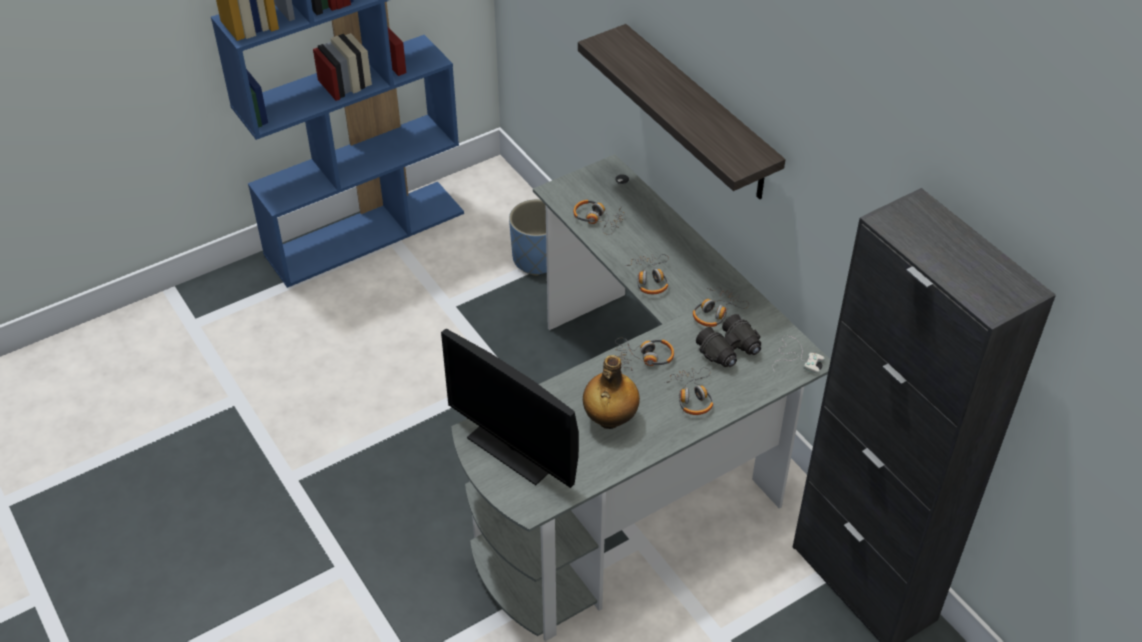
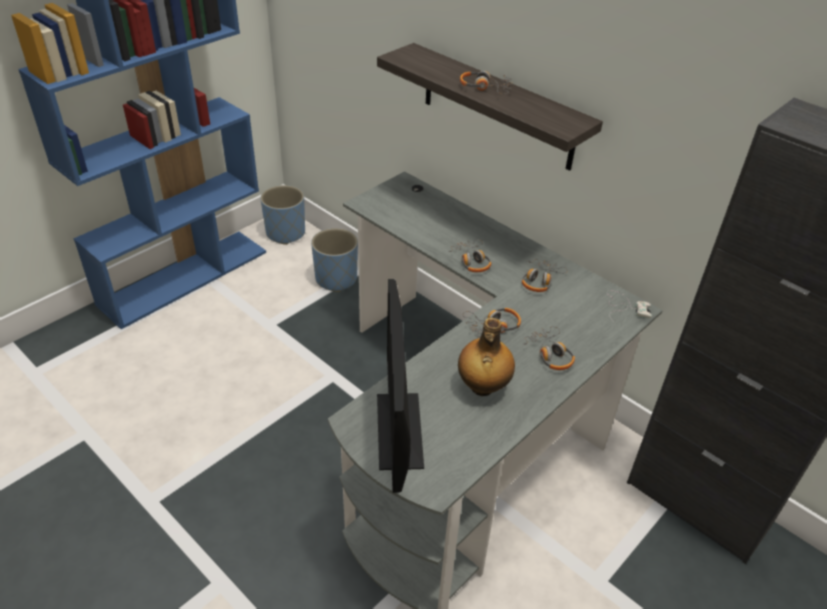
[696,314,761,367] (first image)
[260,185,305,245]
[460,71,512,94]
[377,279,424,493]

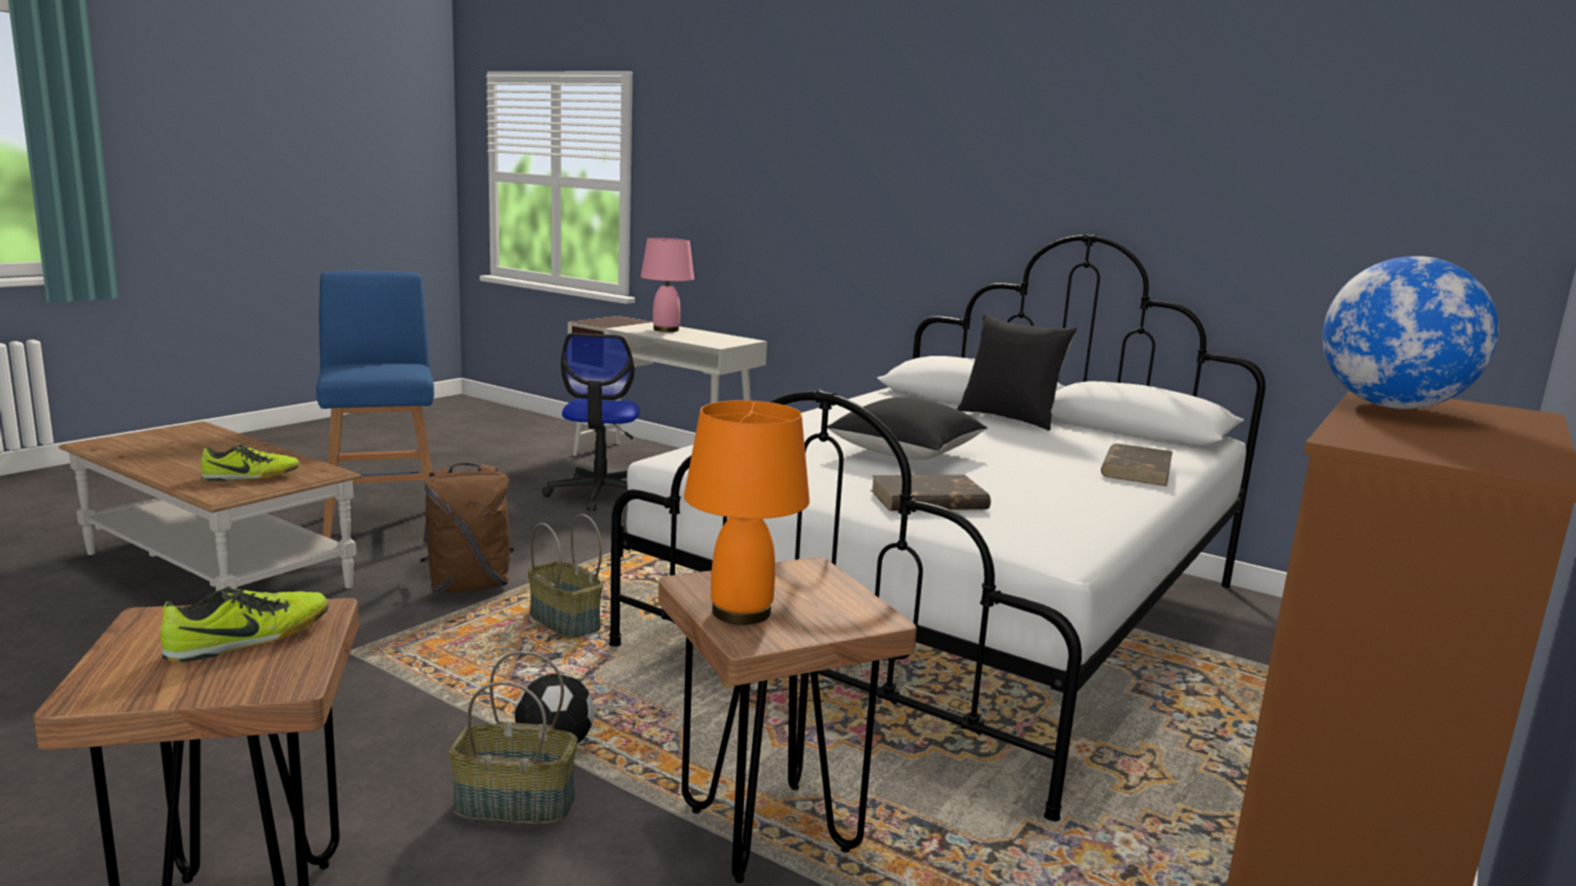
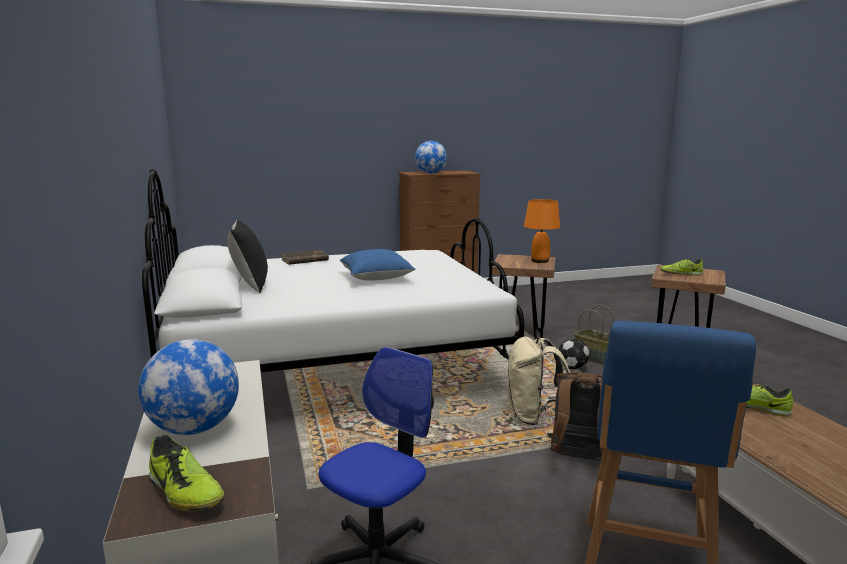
[871,475,991,511] (first image)
[149,434,224,511]
[507,336,571,425]
[138,339,239,435]
[340,249,415,281]

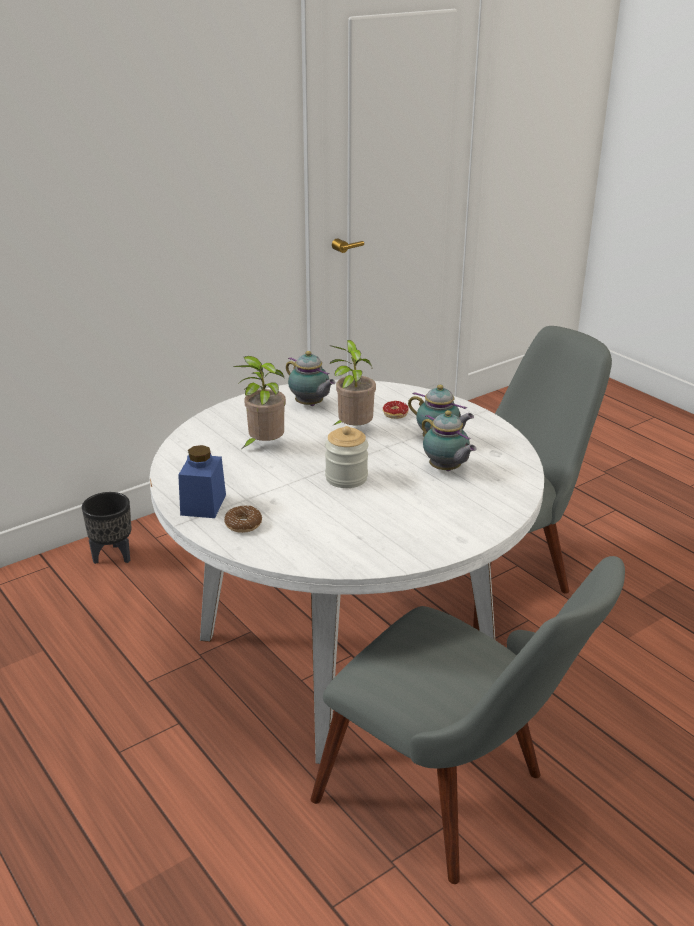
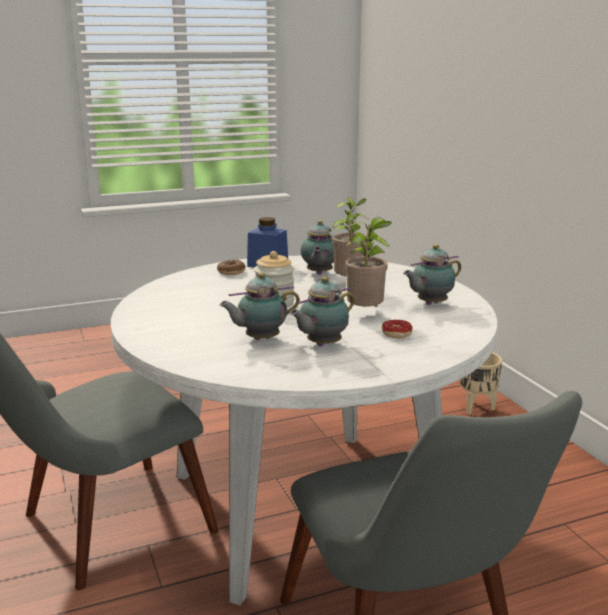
[301,220,334,275]
[460,352,502,415]

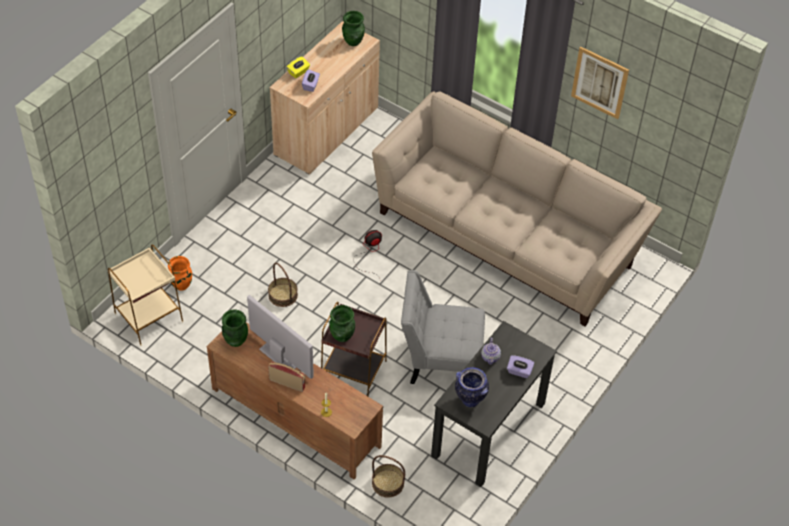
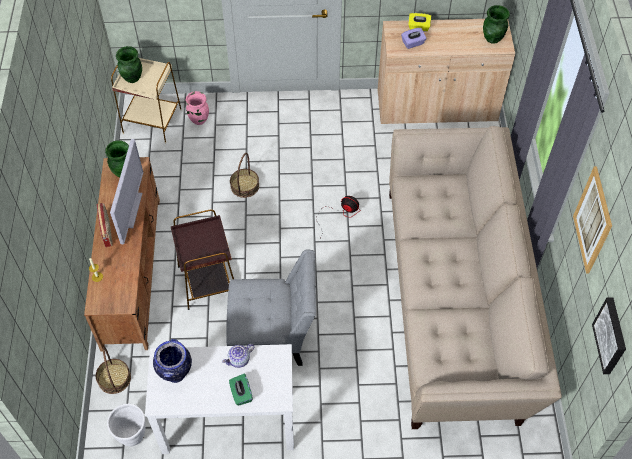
[107,404,146,446]
[592,297,626,374]
[116,46,142,83]
[185,91,209,125]
[145,344,294,454]
[229,374,253,406]
[226,249,316,366]

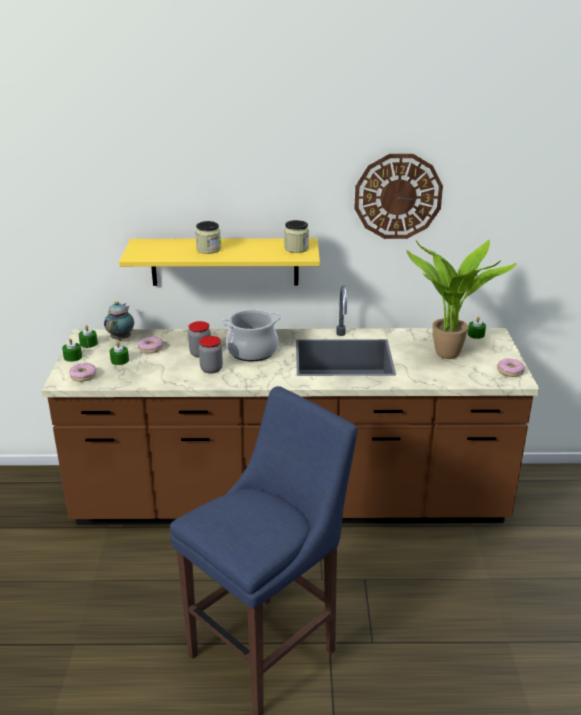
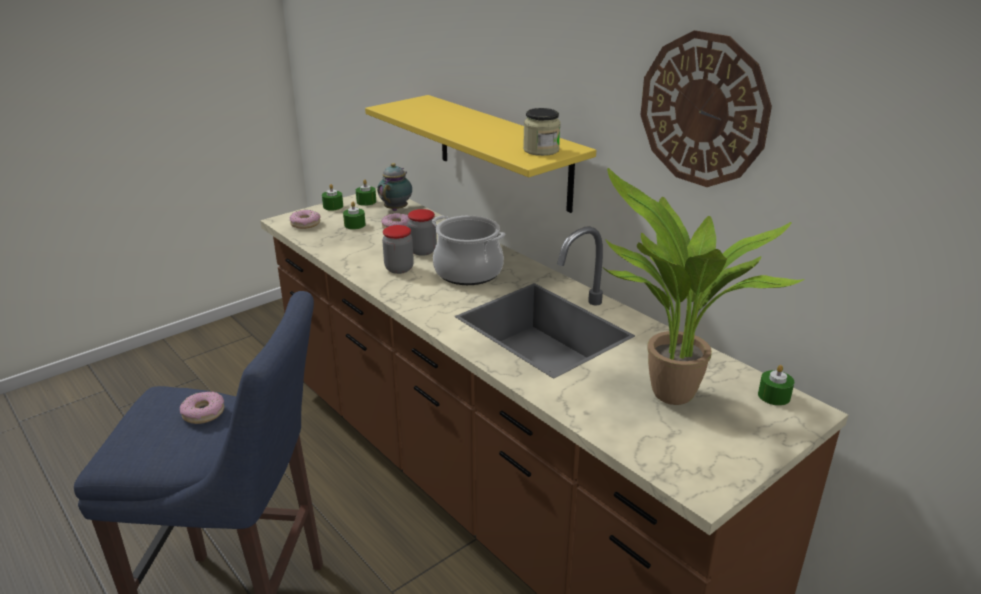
[195,221,221,254] (first image)
[180,392,224,424]
[377,163,412,211]

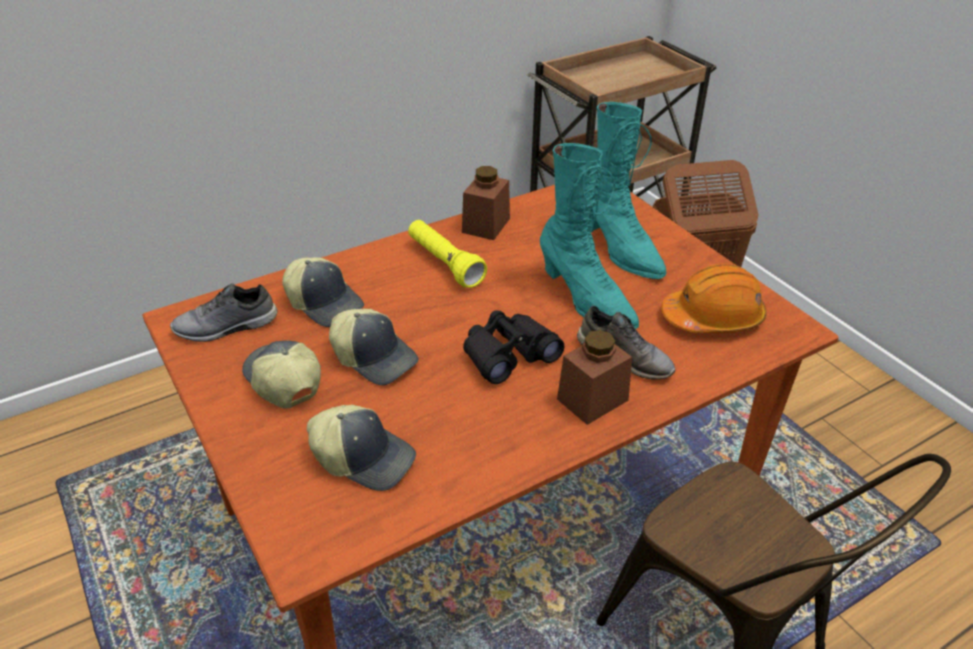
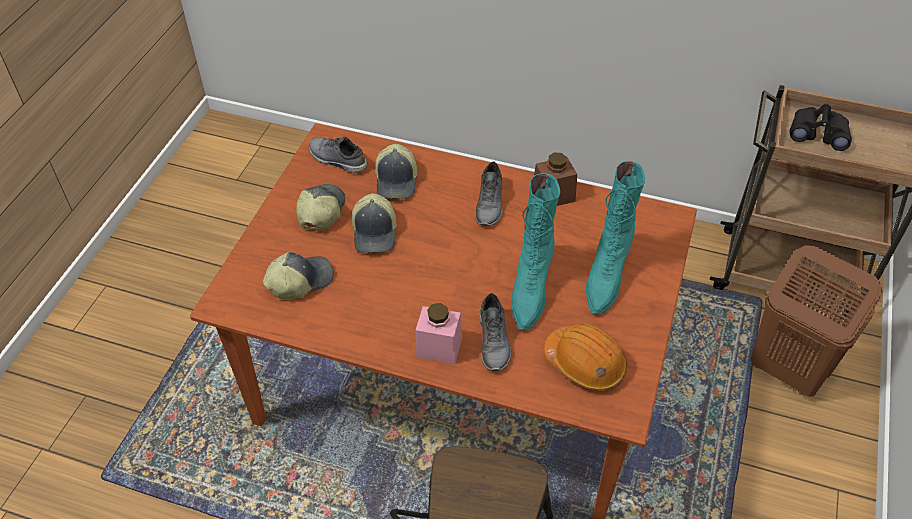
[789,104,852,151]
[475,161,503,226]
[415,303,462,364]
[263,252,334,299]

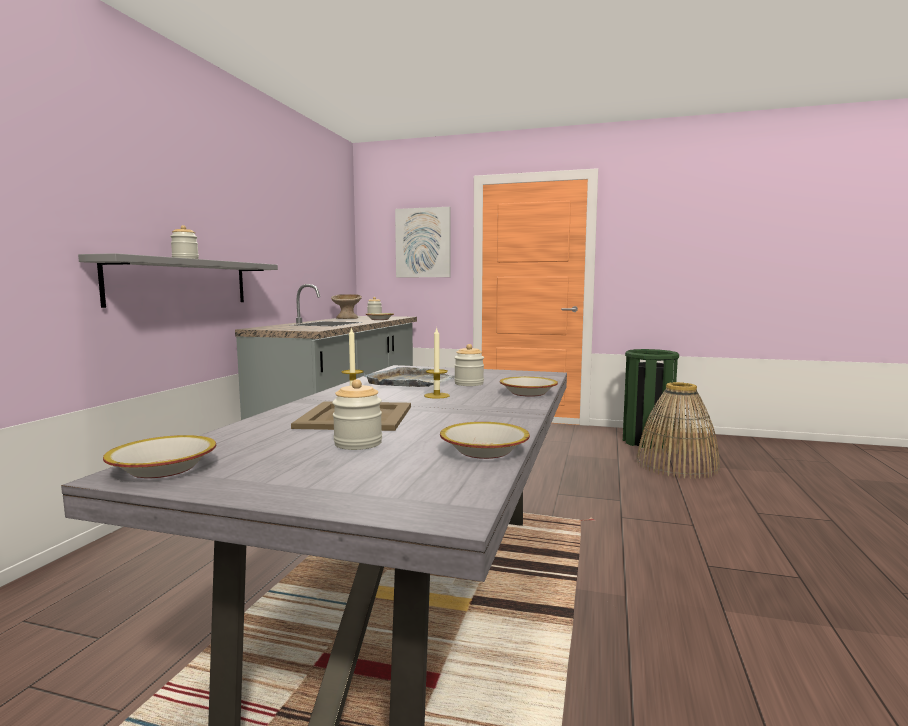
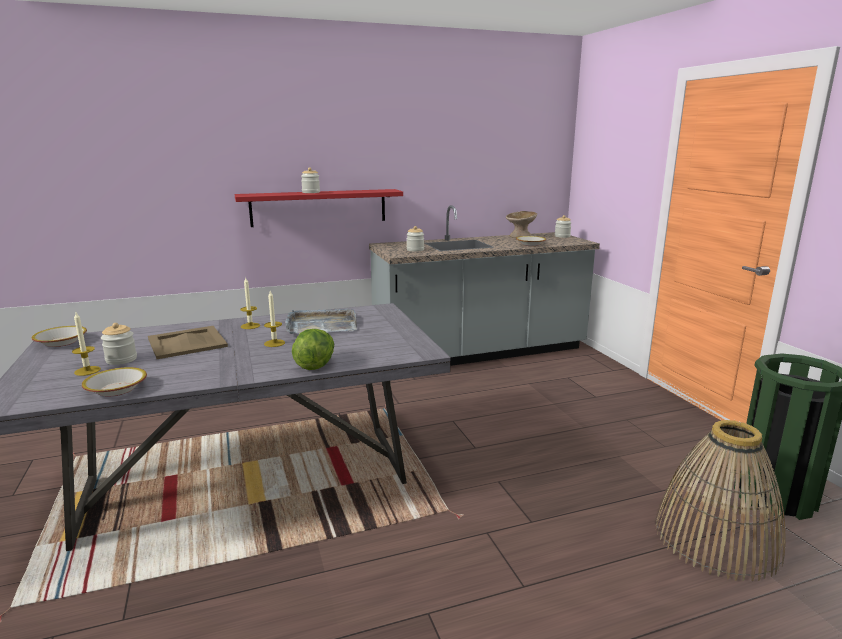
[395,207,451,277] (first image)
[72,312,101,376]
[407,226,424,252]
[292,329,334,370]
[234,189,403,227]

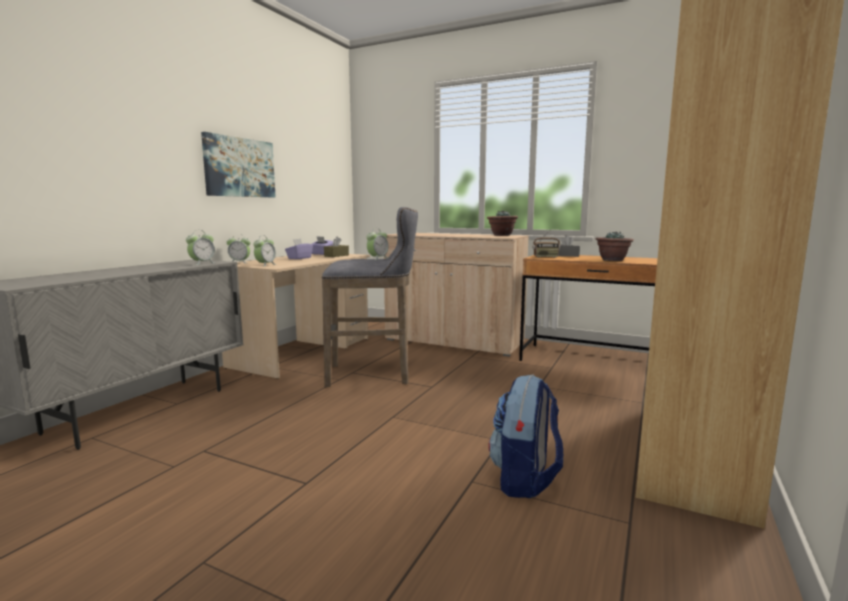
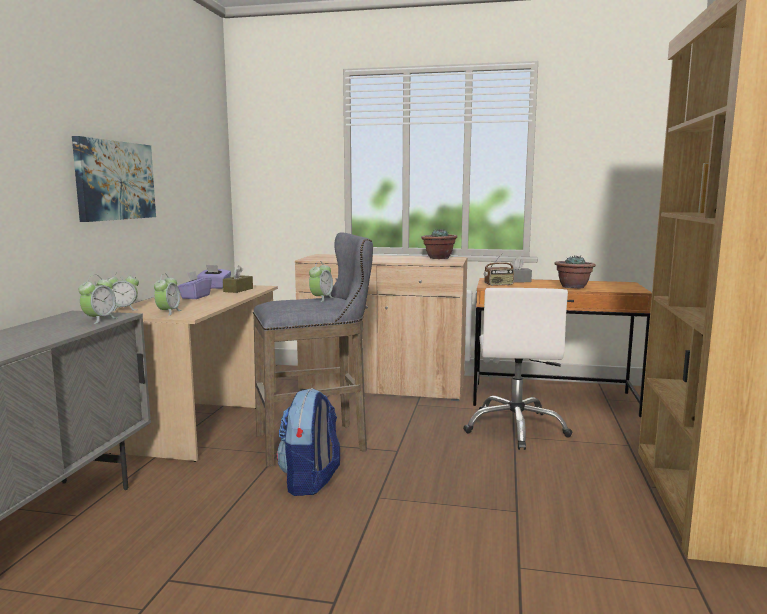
[463,288,572,450]
[277,388,340,496]

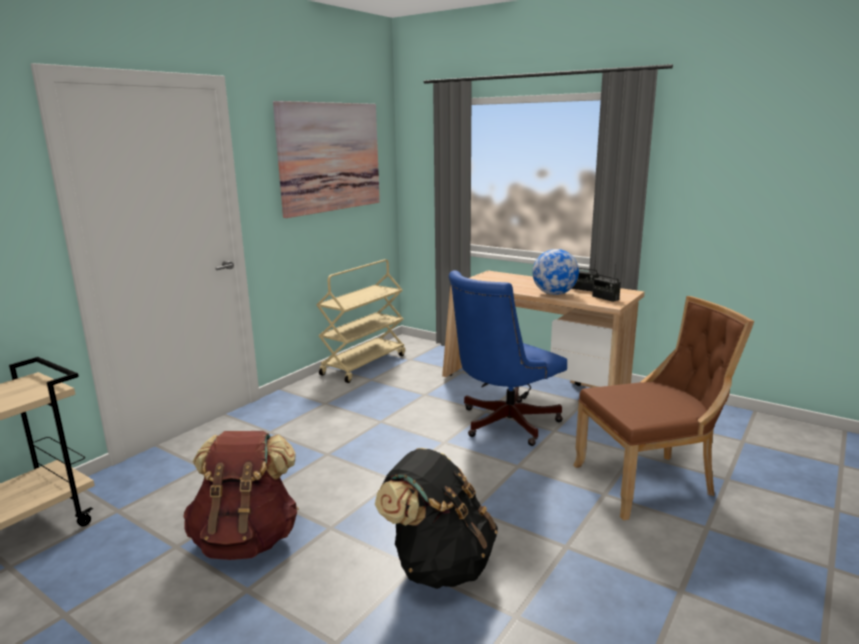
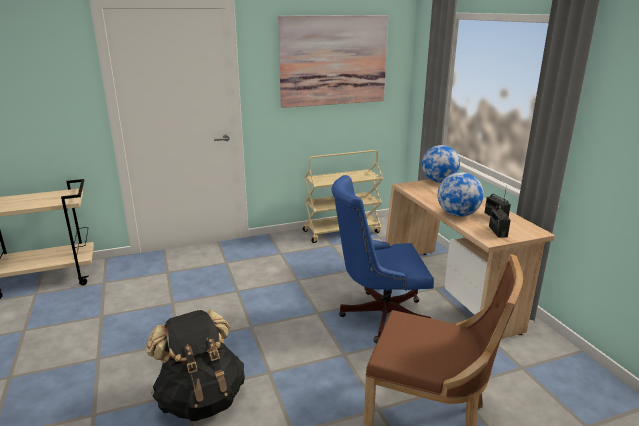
[183,431,299,560] (first image)
[422,145,460,183]

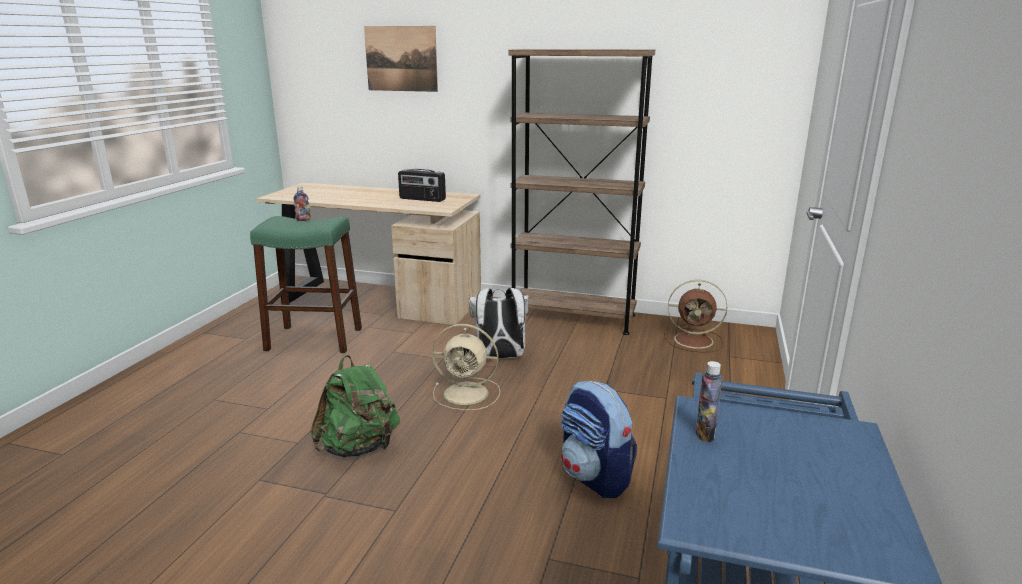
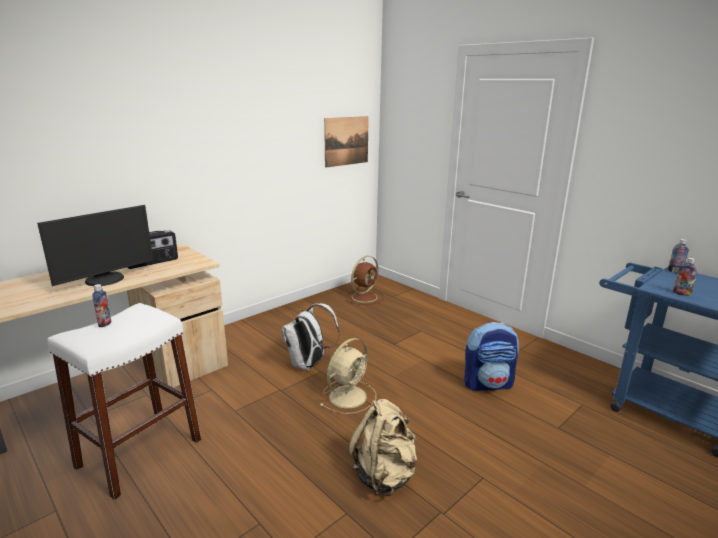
[509,49,655,335] (first image)
[37,205,153,286]
[668,239,689,273]
[324,116,369,168]
[47,303,201,500]
[348,399,417,496]

